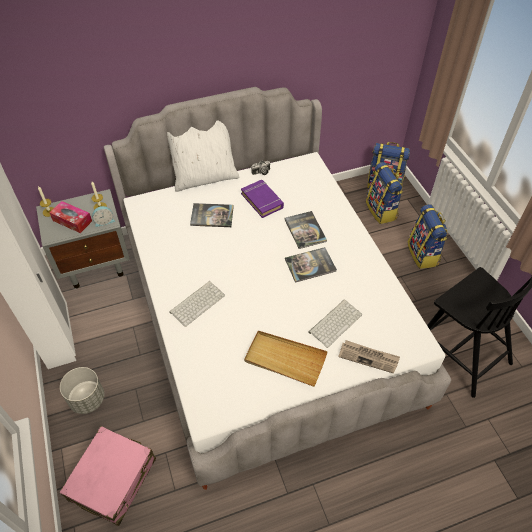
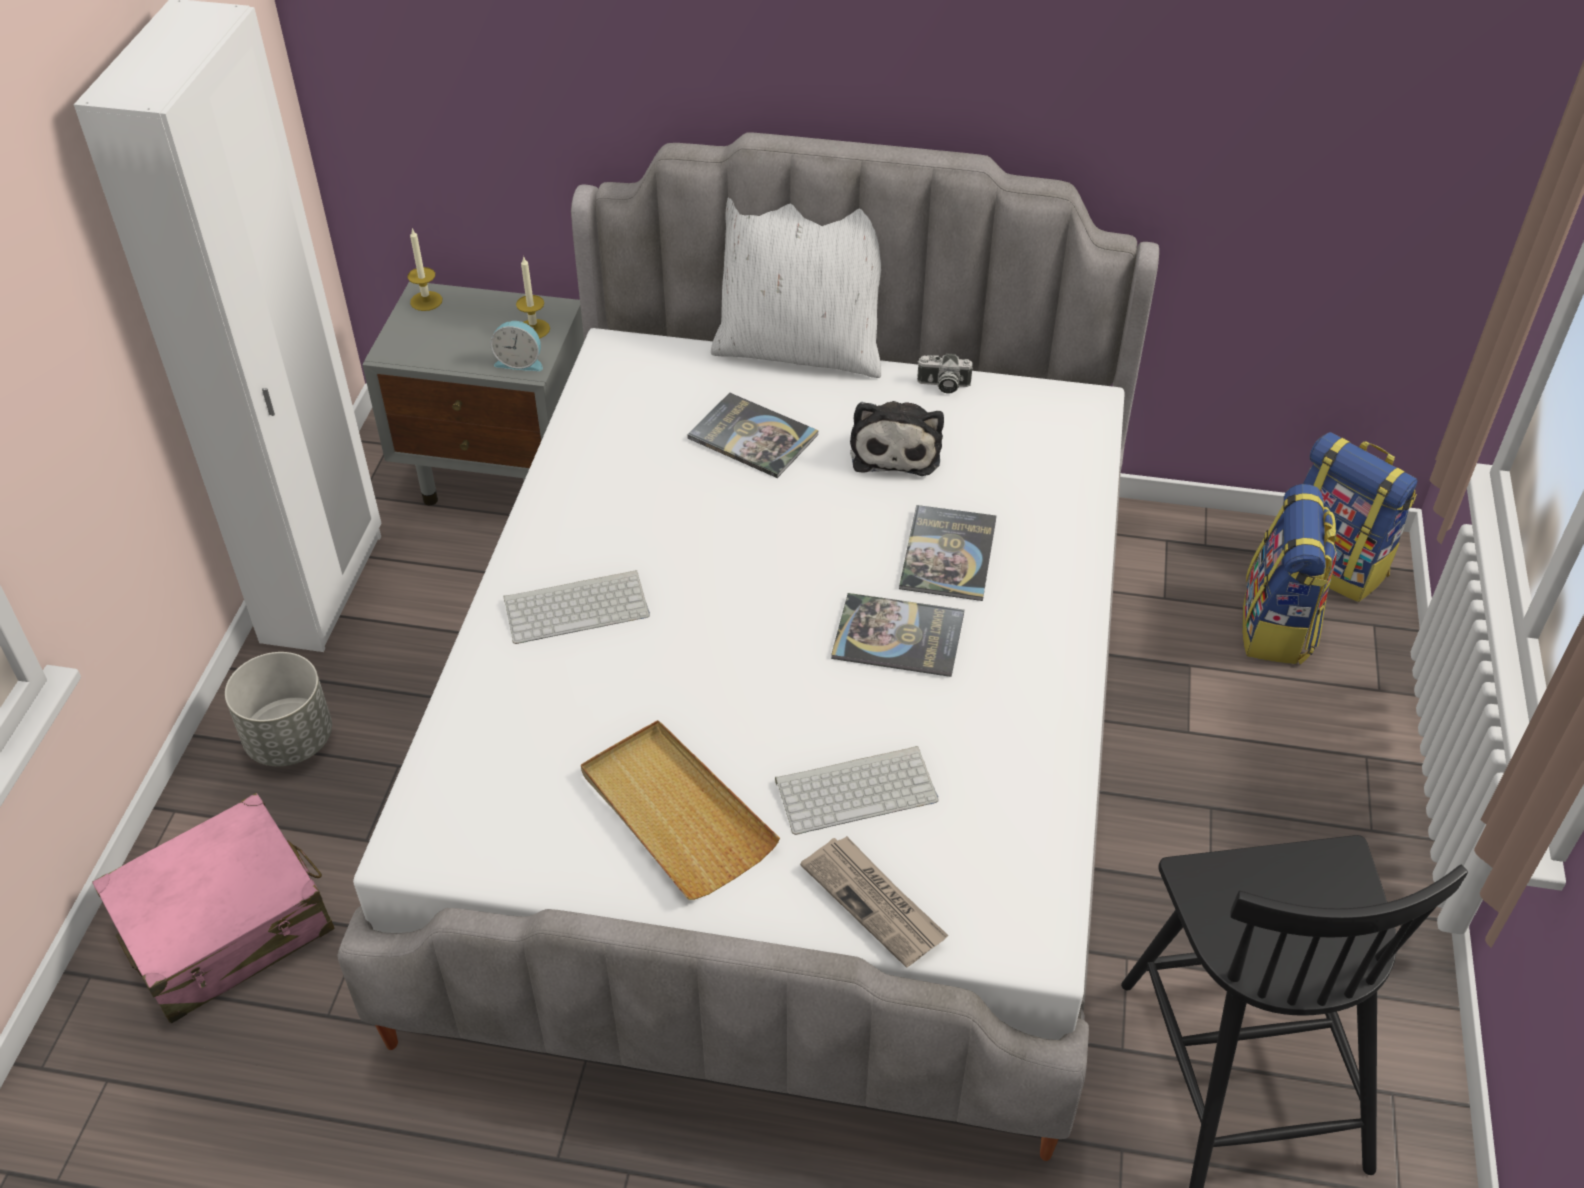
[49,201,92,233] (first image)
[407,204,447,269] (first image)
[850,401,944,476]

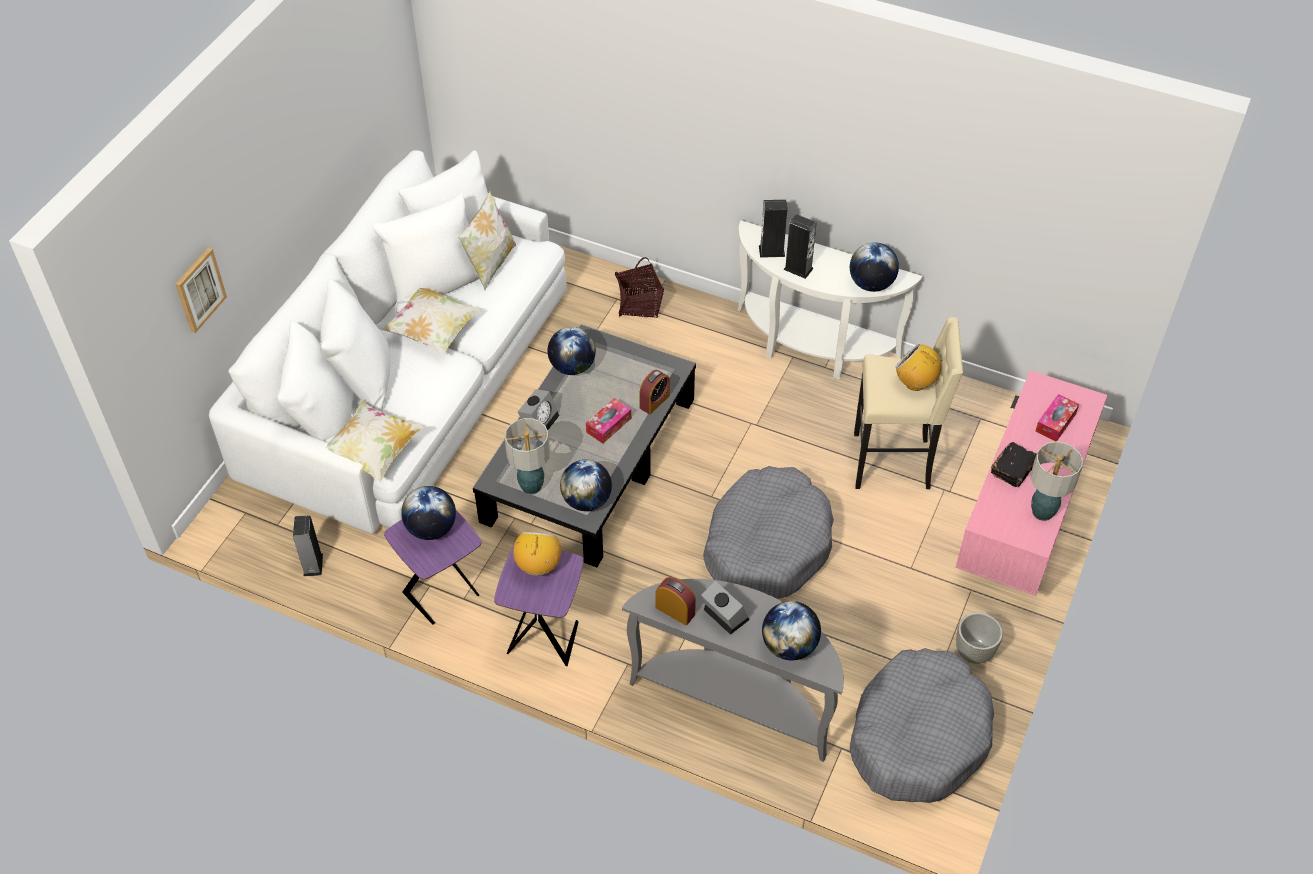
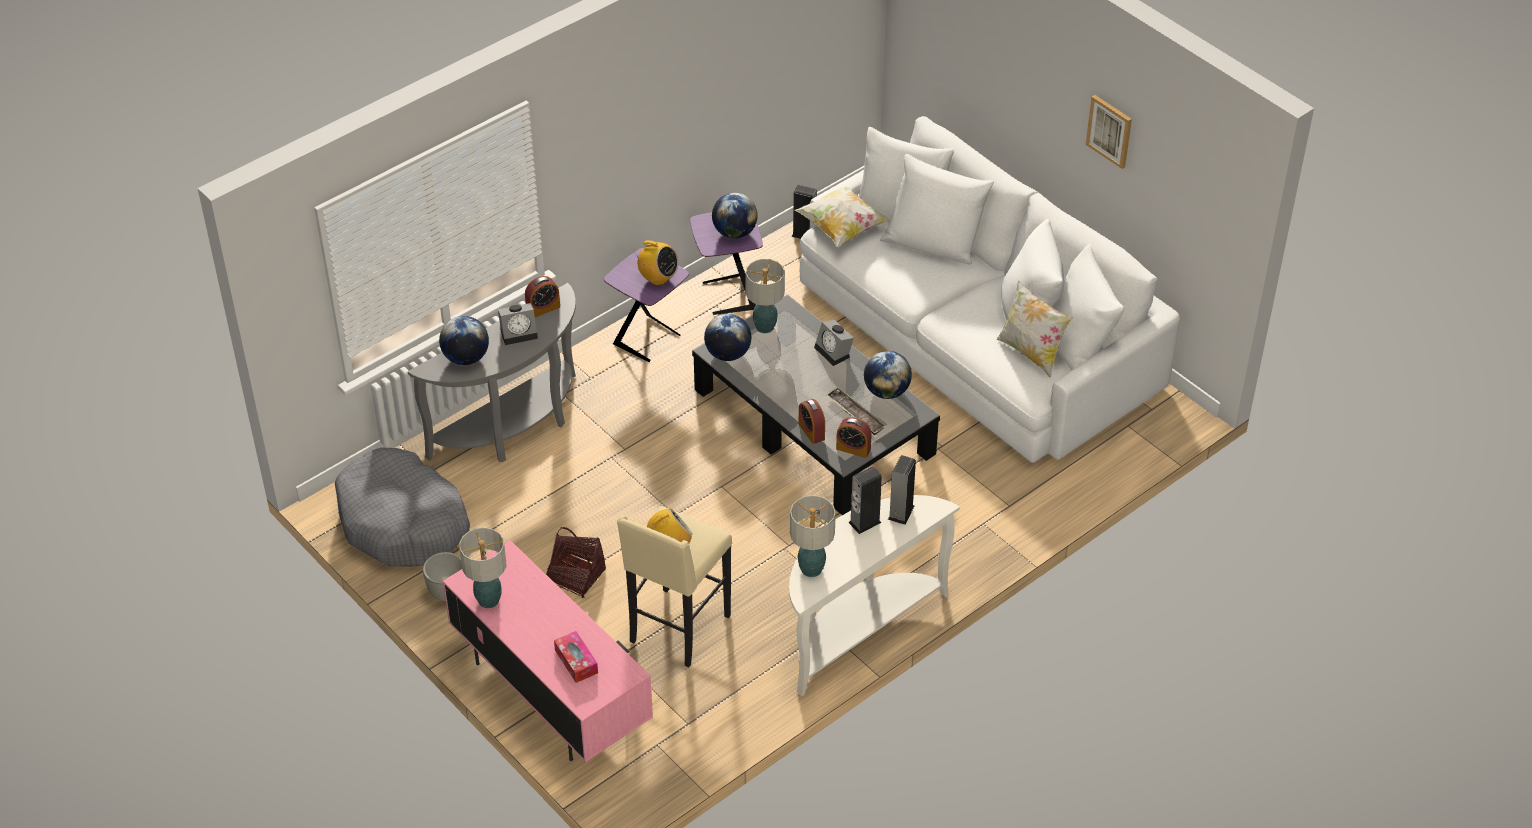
[381,288,482,354] (first image)
[586,398,631,444] (first image)
[703,466,834,599] (first image)
[991,442,1036,487] (first image)
[825,387,887,435]
[836,417,872,458]
[1086,95,1132,169]
[546,527,606,598]
[790,495,836,577]

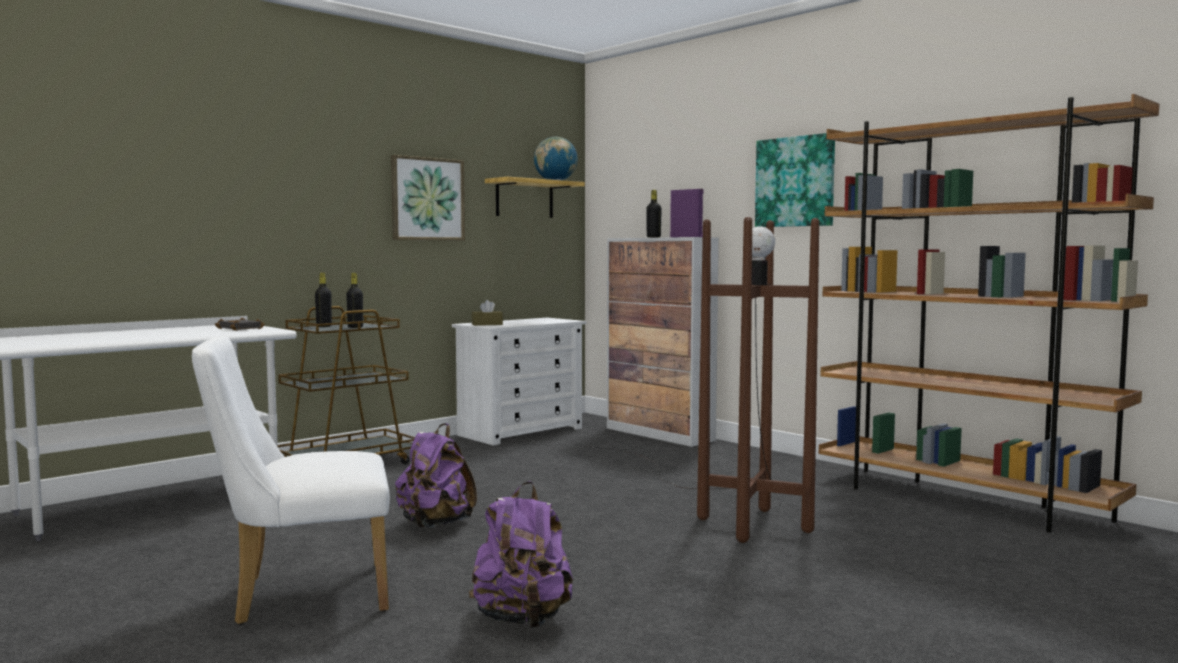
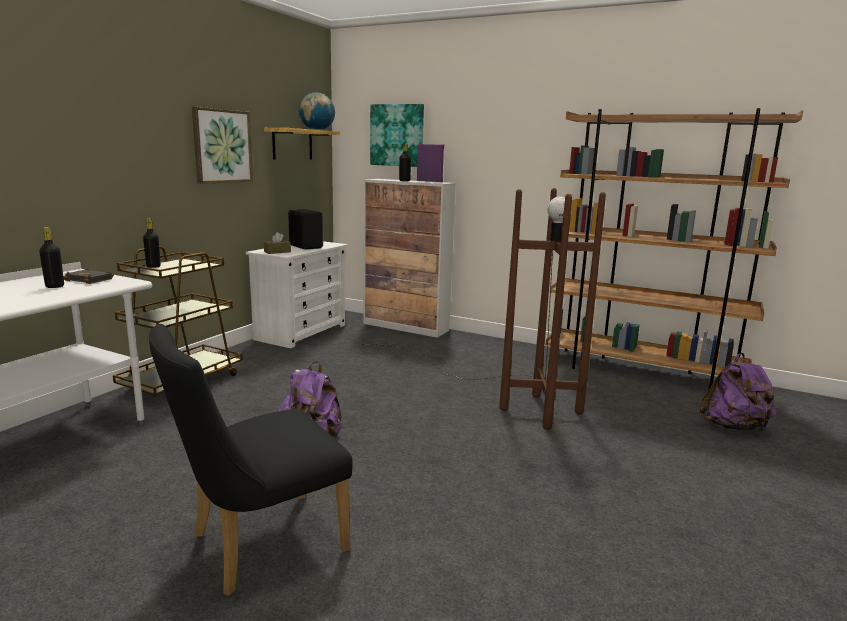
[288,209,323,250]
[39,227,64,288]
[699,353,776,432]
[370,104,424,167]
[149,324,353,596]

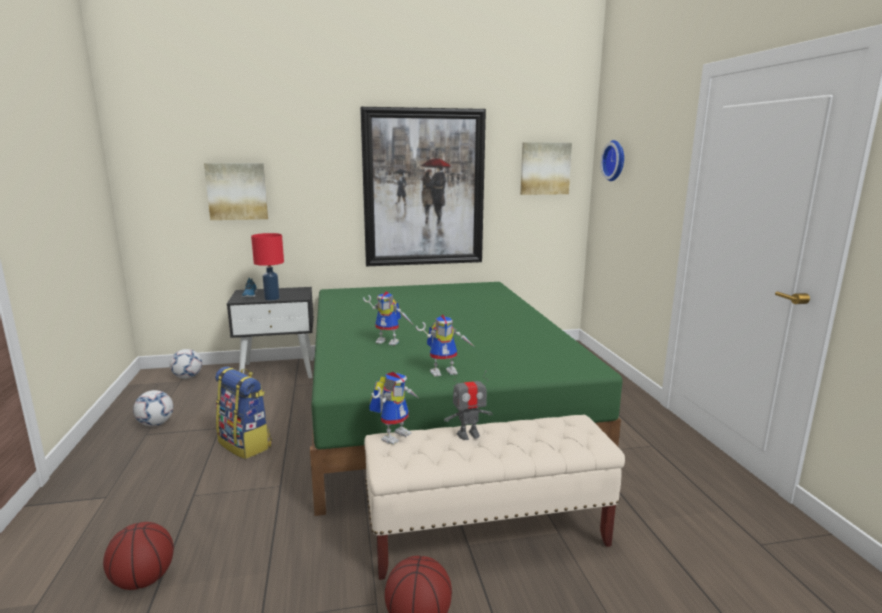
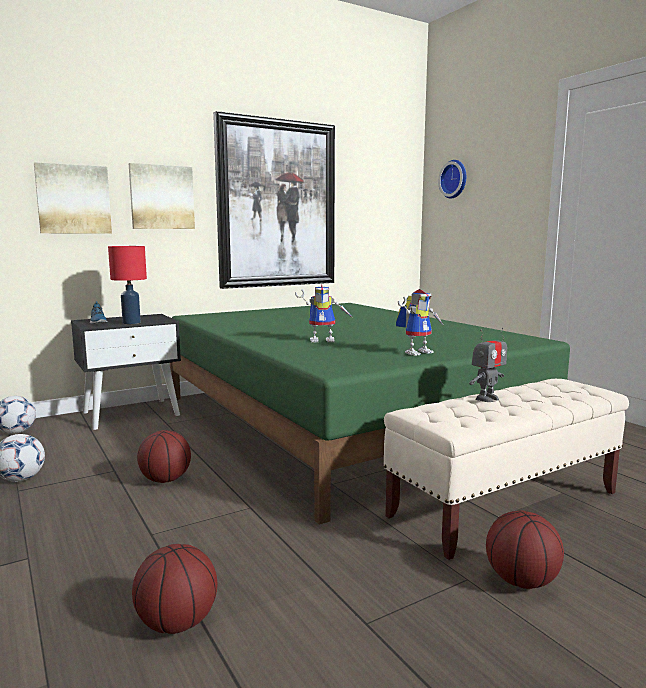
[369,372,418,445] (first image)
[129,163,195,229]
[137,430,191,483]

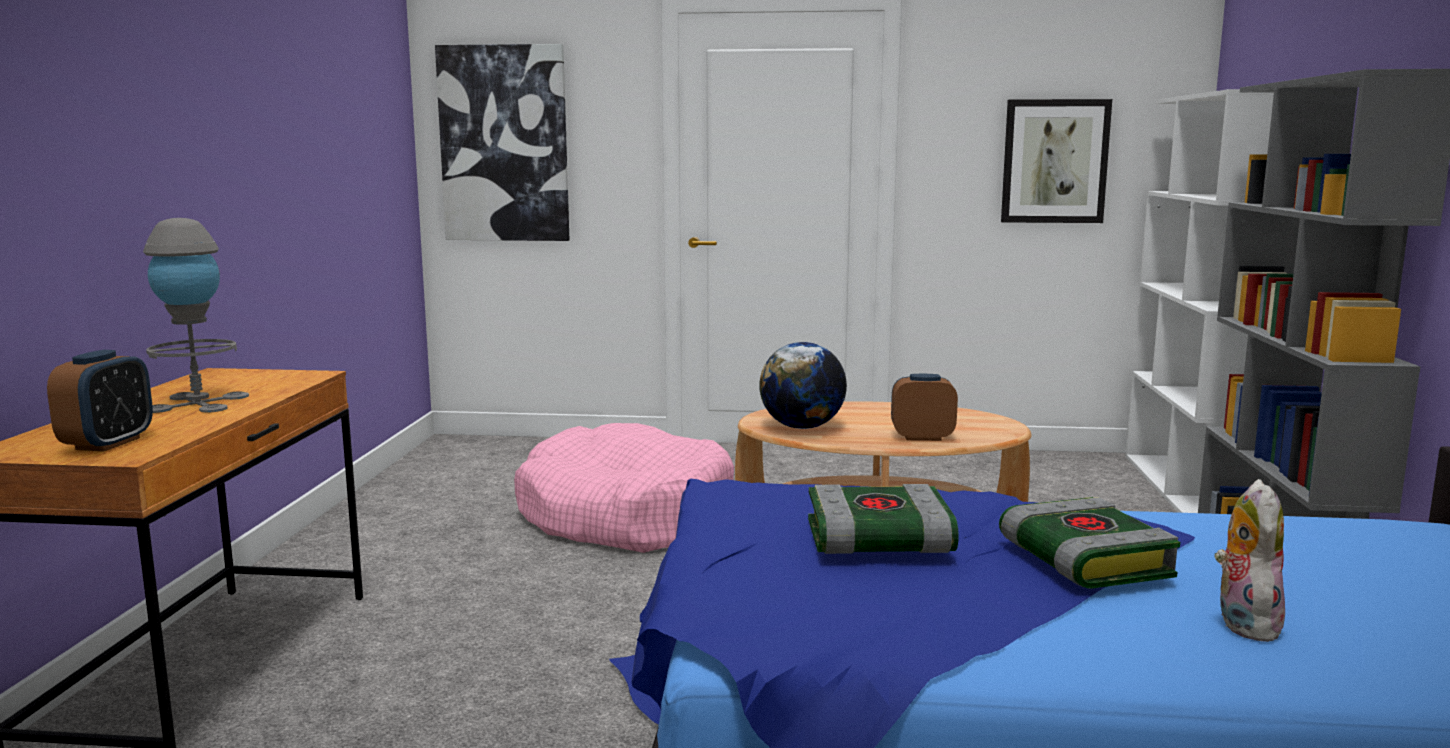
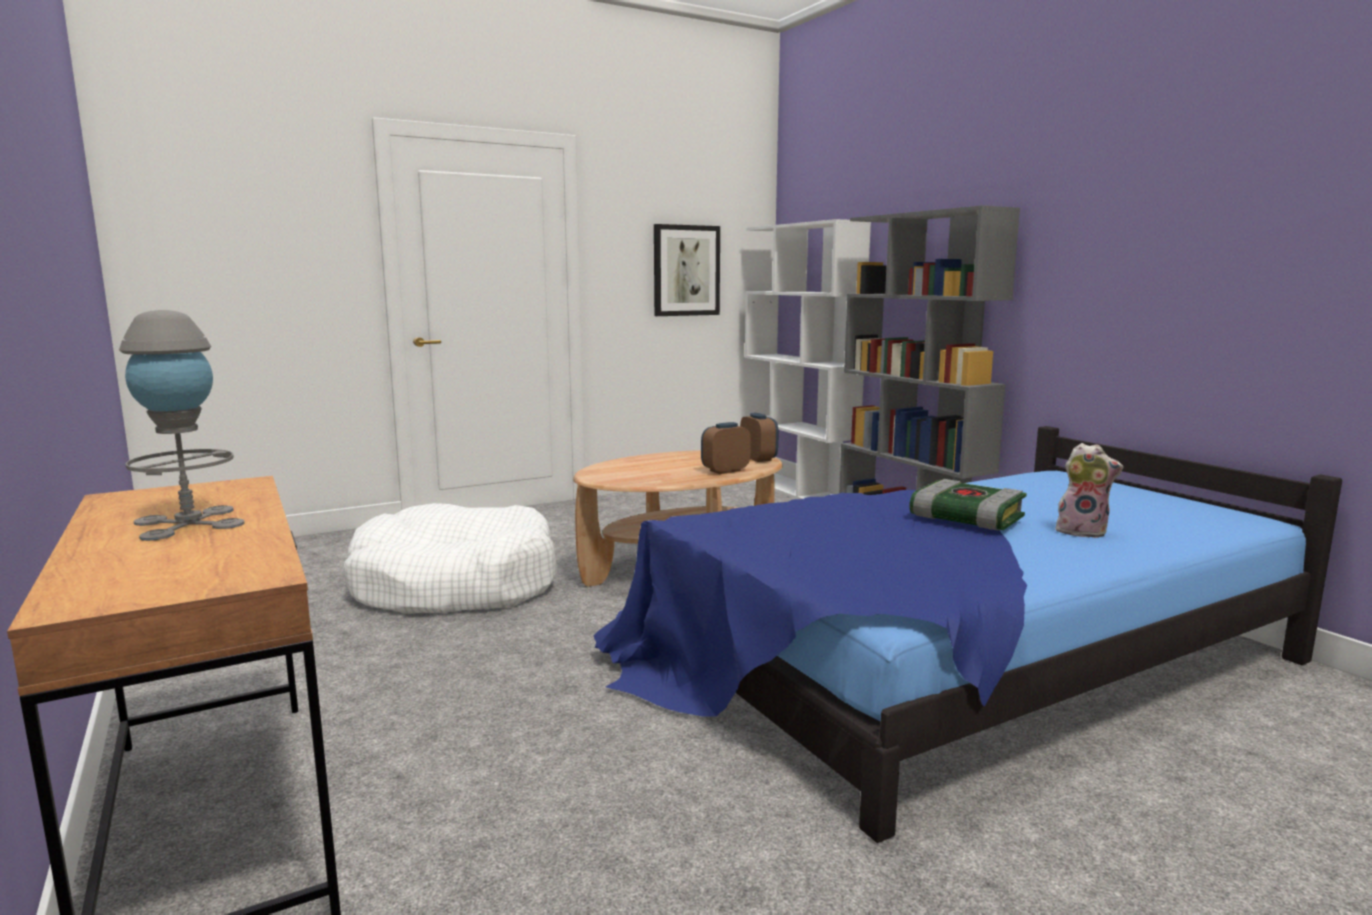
[435,44,569,241] (first image)
[759,342,847,429] (first image)
[808,484,959,554] (first image)
[740,413,779,462]
[343,503,557,614]
[1055,443,1123,538]

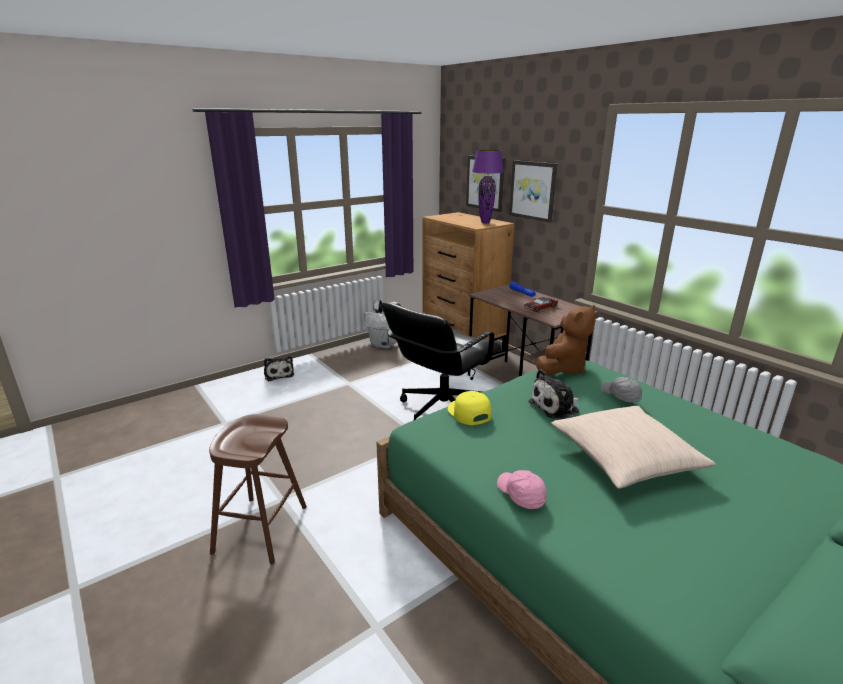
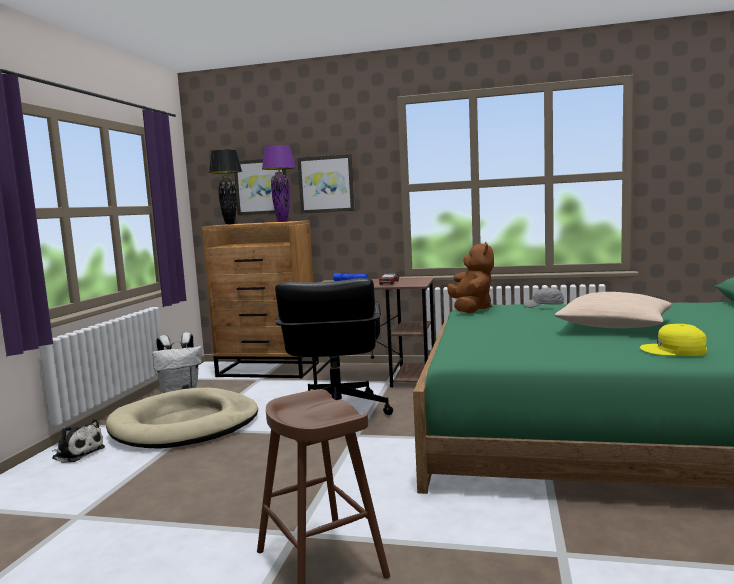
[497,470,547,509] (first image)
[528,369,579,419] (first image)
[106,388,258,449]
[209,150,242,225]
[640,324,707,356]

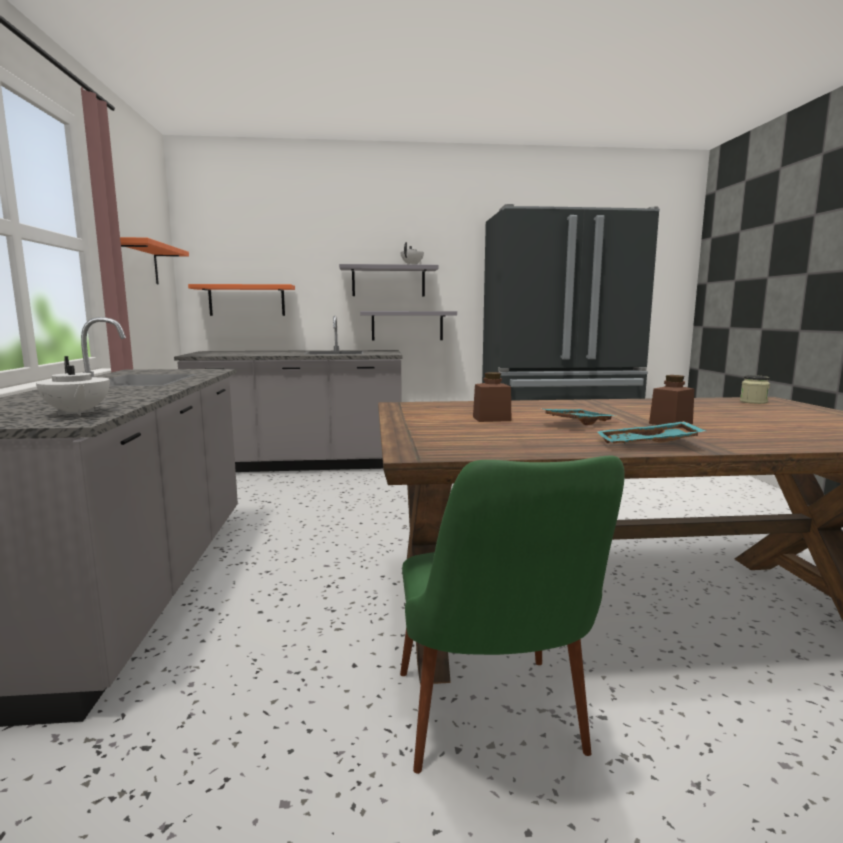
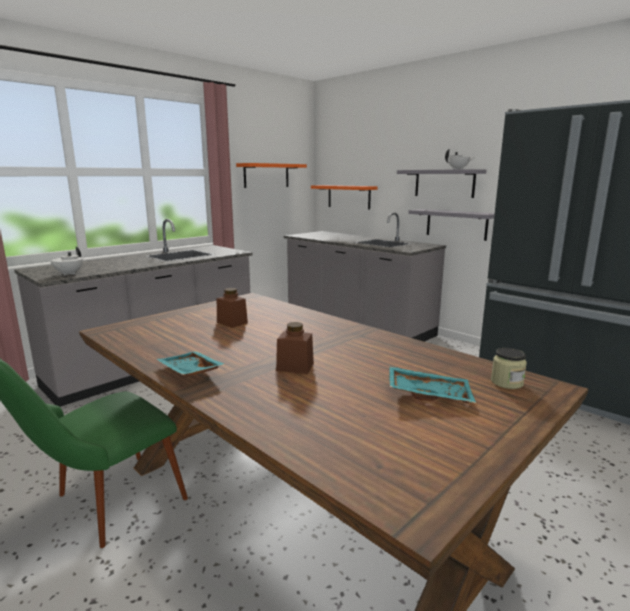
[389,366,476,404]

